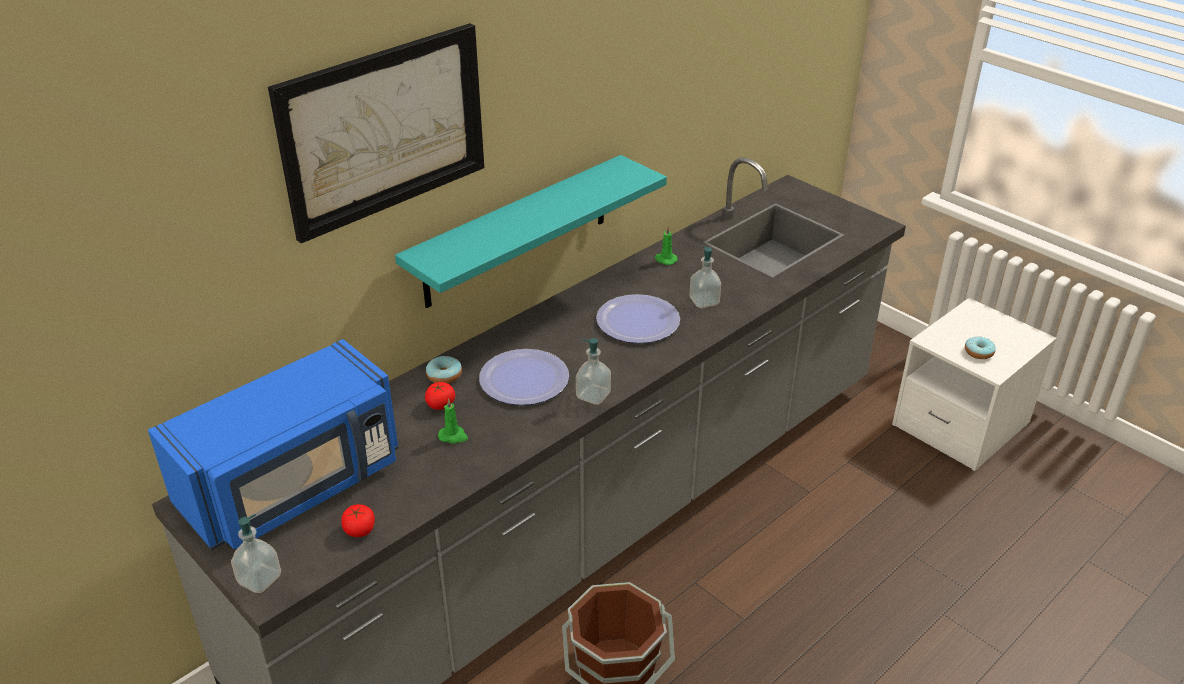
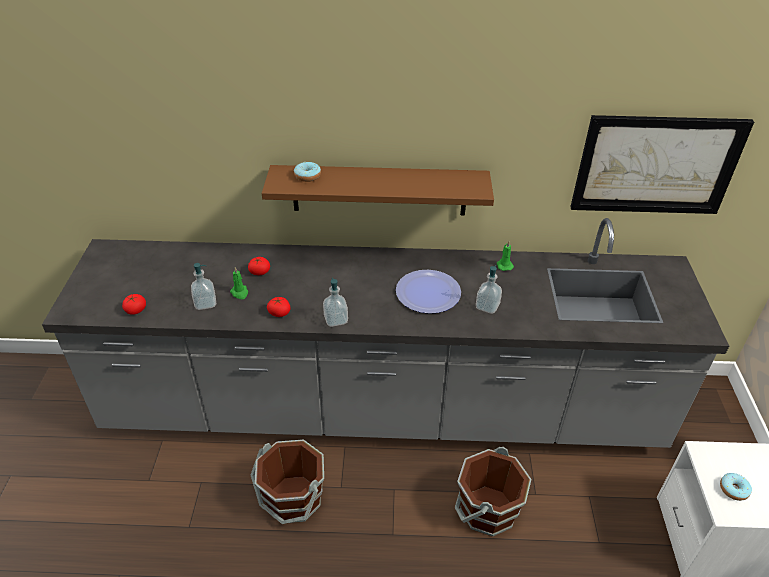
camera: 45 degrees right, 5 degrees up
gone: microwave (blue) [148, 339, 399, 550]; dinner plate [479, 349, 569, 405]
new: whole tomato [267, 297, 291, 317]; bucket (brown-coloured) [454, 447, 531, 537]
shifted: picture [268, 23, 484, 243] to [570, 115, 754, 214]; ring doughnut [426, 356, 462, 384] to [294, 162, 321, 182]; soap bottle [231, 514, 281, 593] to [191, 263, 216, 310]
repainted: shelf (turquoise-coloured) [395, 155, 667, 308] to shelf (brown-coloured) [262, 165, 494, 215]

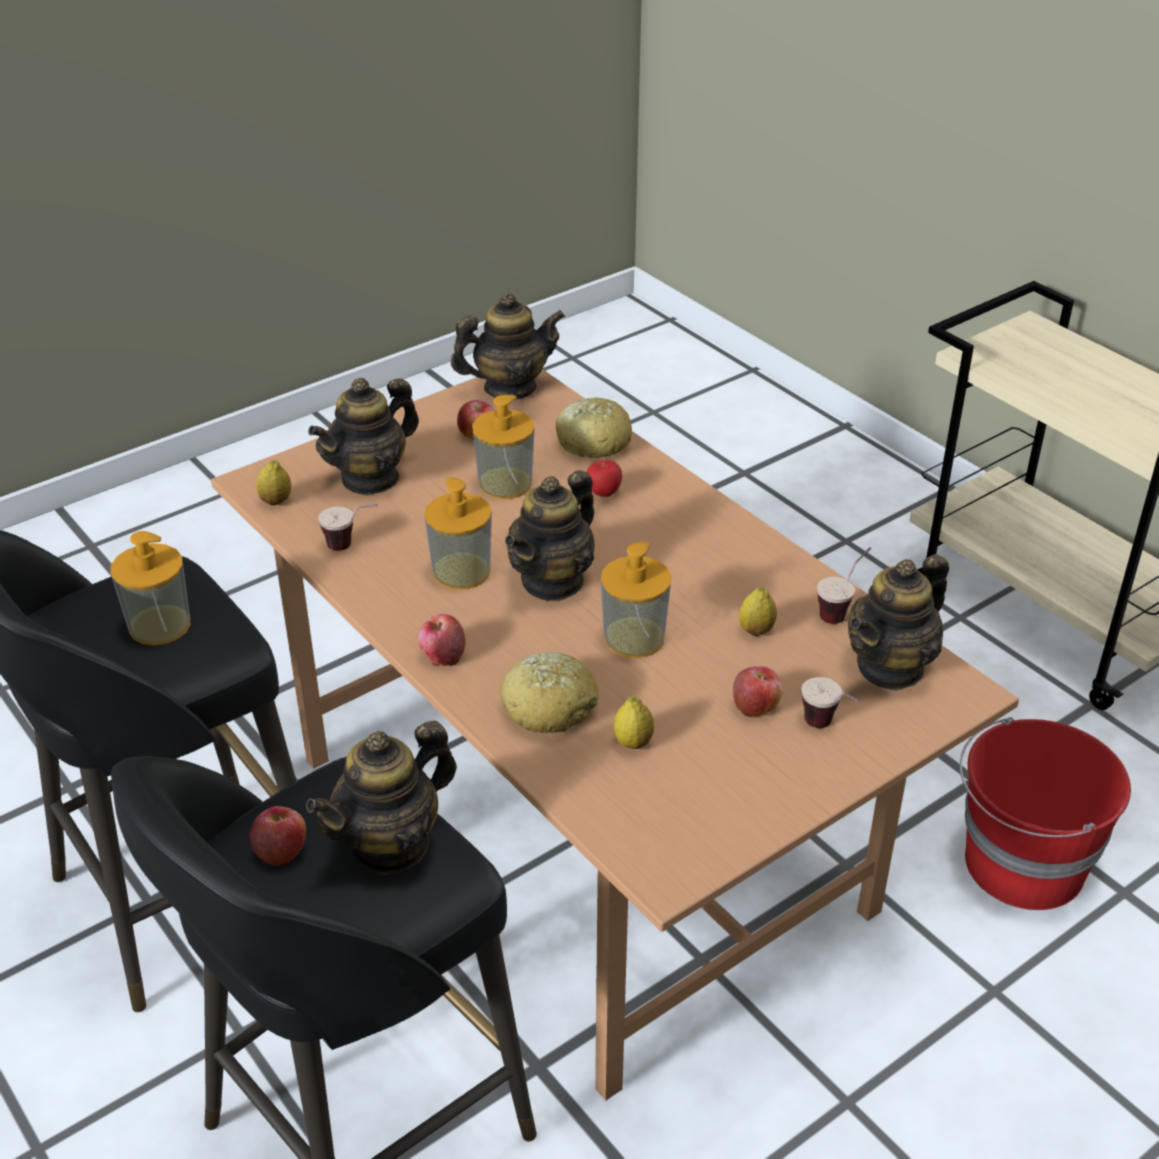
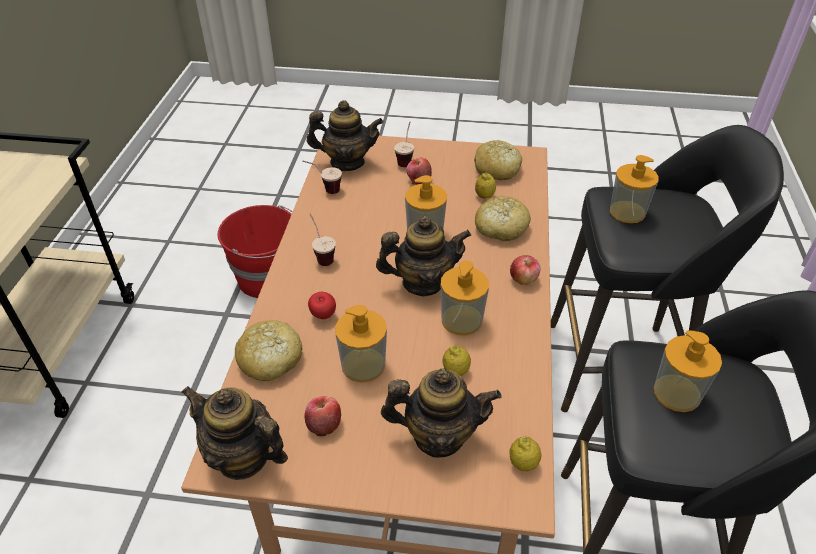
camera: 135 degrees left, 5 degrees up
gone: whole apple [249, 806, 306, 866]
new: bakery bread [474, 140, 522, 180]
shifted: cup [318, 504, 378, 551] to [310, 214, 336, 266]; whole lemon [739, 587, 777, 636] to [443, 345, 471, 376]
swapped: tea pot [306, 720, 457, 875] to soap bottle [610, 155, 659, 223]

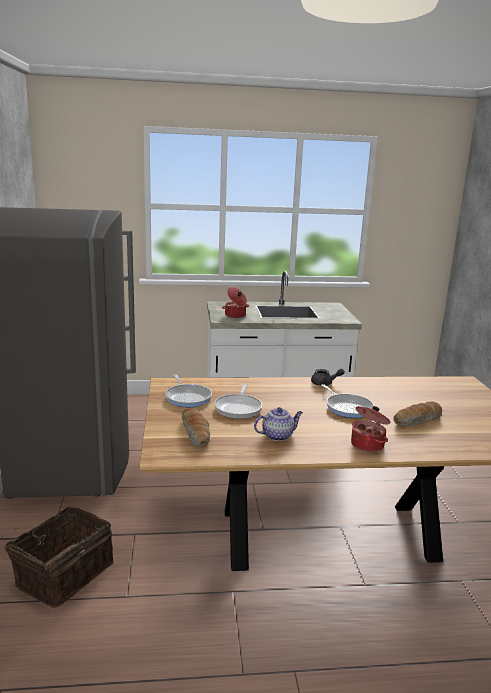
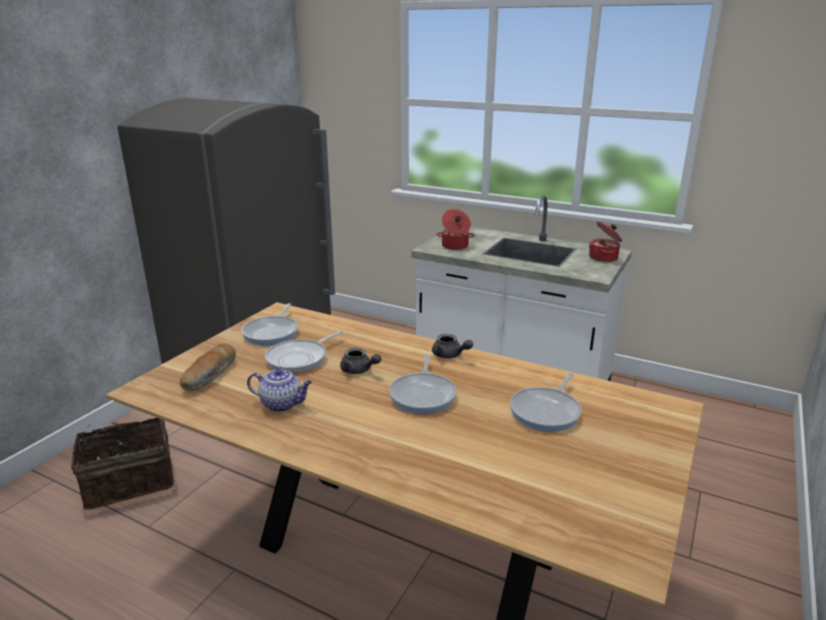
camera: 35 degrees right, 5 degrees up
gone: bakery bread [393, 401, 442, 427]
new: tea pot (greyish) [340, 348, 381, 374]; frying pan [510, 373, 582, 432]
shifted: saucepot [351, 406, 390, 452] to [589, 221, 622, 262]

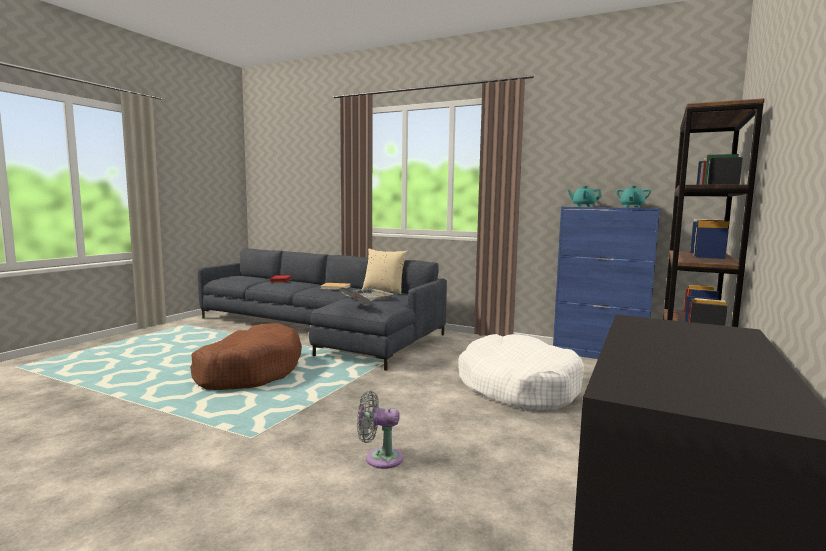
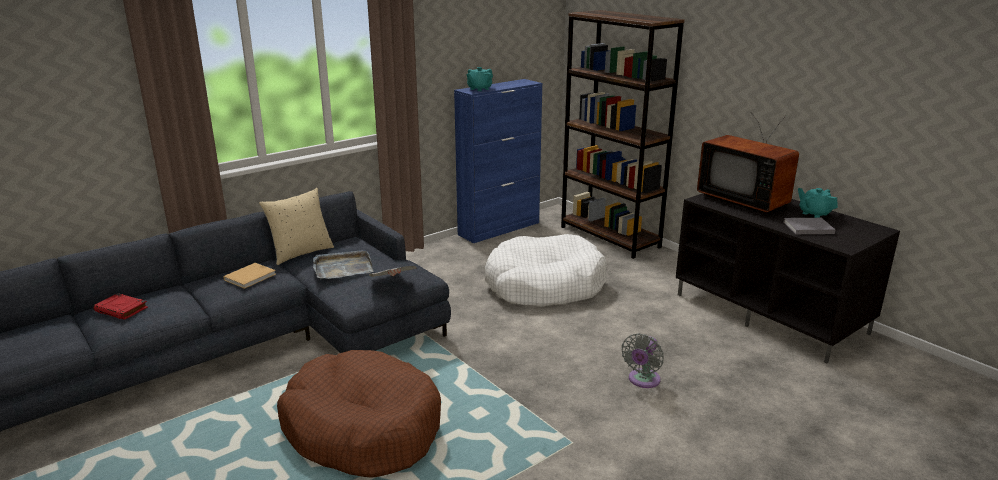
camera: 65 degrees left, 15 degrees up
new: TV set [697, 112, 799, 213]; bound book (greyish) [783, 218, 836, 234]
shifted: tea pot (turquoise-coloured) [616, 186, 651, 208] to [798, 188, 838, 218]

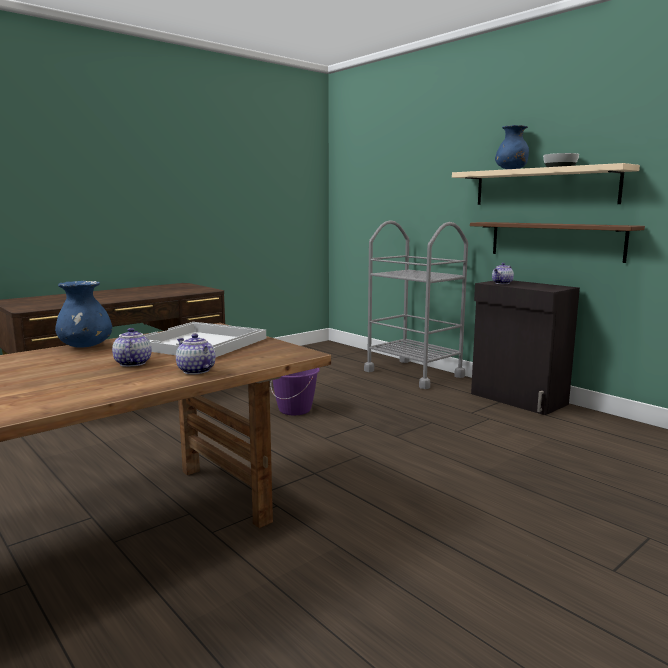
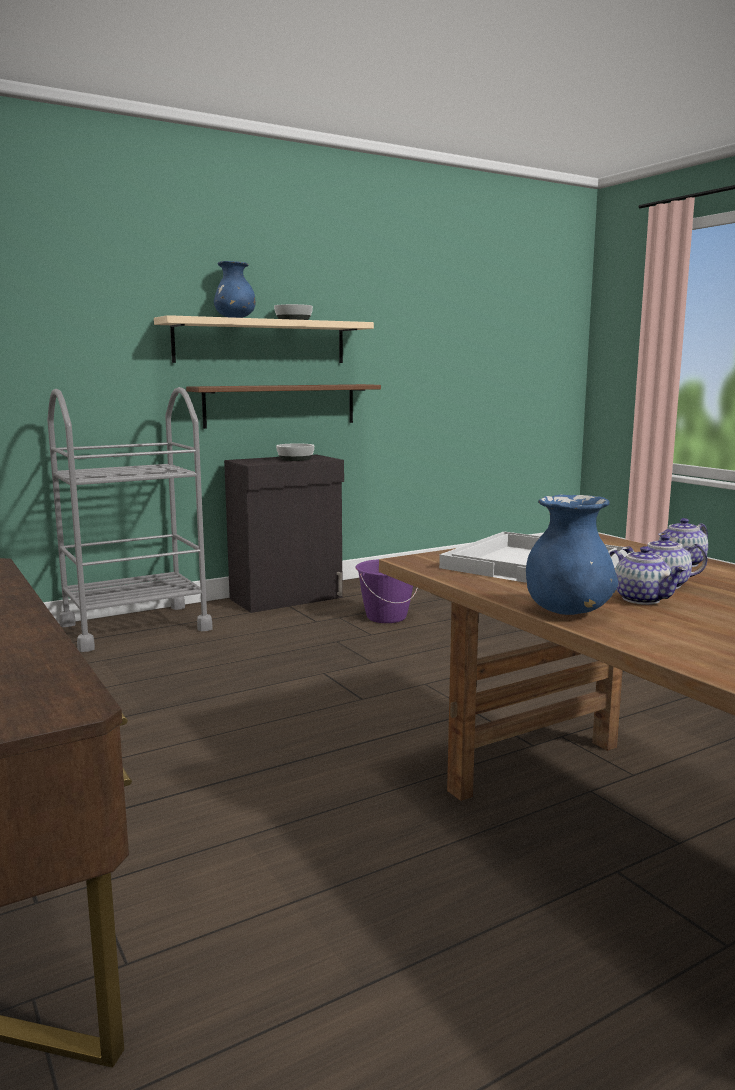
camera: 80 degrees left, 0 degrees up
new: deep dish [276, 443, 314, 461]
shifted: tea pot [492, 263, 514, 284] to [609, 546, 687, 605]; bucket (purple) [271, 368, 320, 415] to [355, 559, 417, 623]

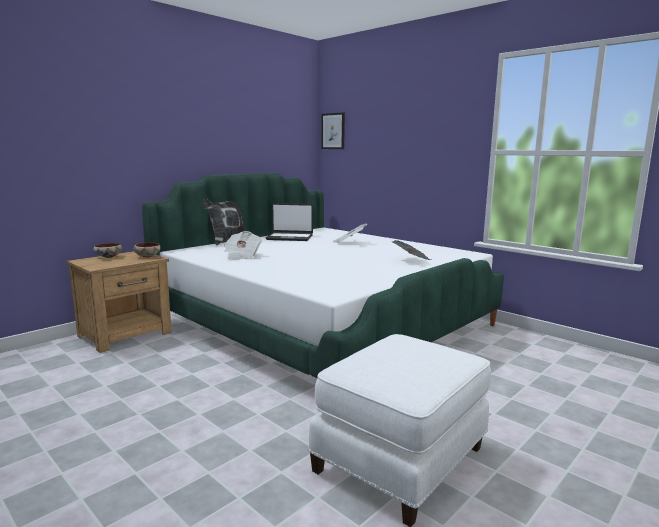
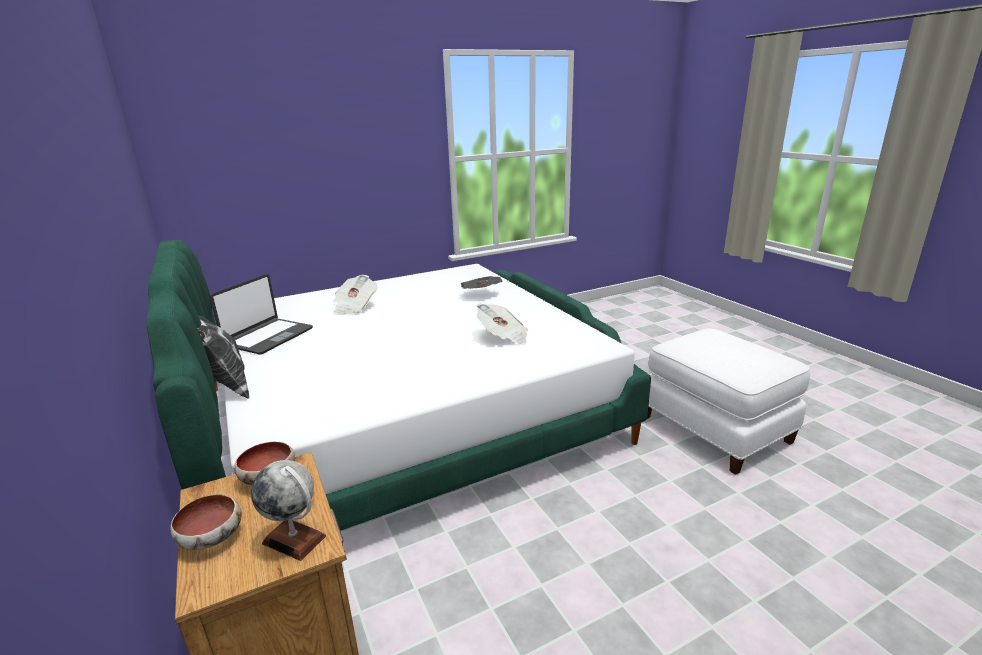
camera: 70 degrees left, 10 degrees up
gone: picture [321, 112, 345, 149]
new: desk globe [251, 460, 326, 561]
shifted: printed paper [224, 231, 262, 261] to [476, 304, 528, 345]

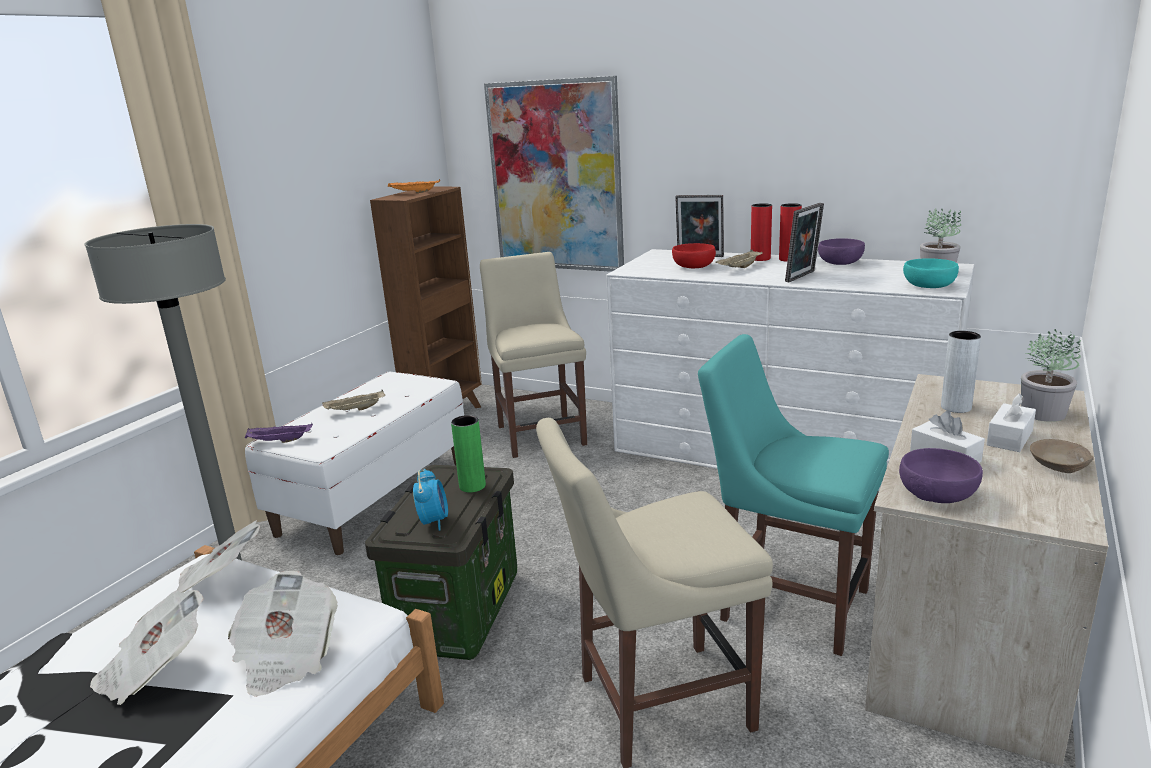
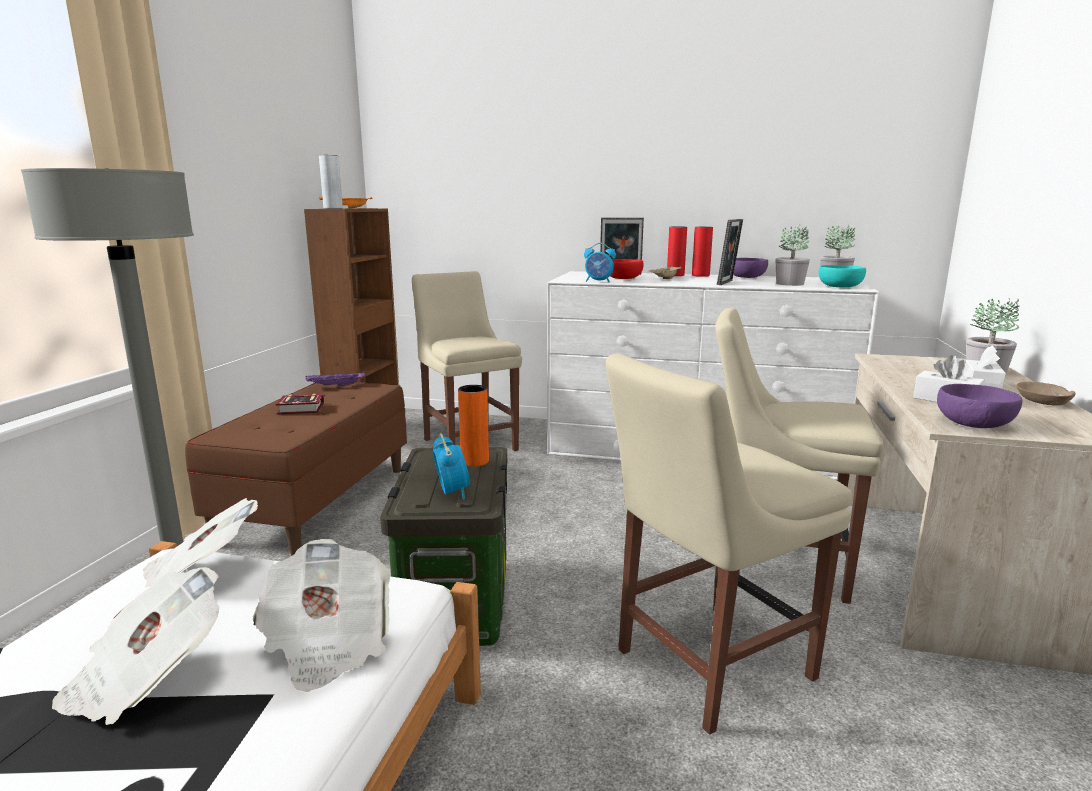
camera: 15 degrees left, 5 degrees down
gone: picture [484, 76, 624, 272]
new: houseplant [775, 224, 810, 286]; bedside clock [584, 243, 616, 282]
shifted: decorative vase (greyish) [941, 331, 981, 413] to [319, 155, 343, 209]; tray (purple) [245, 424, 313, 443] to [306, 371, 365, 387]
swapped: tray (beige) [322, 390, 385, 411] to bound book [276, 394, 324, 414]
repainted: plain chair (turquoise-coloured) [698, 334, 889, 656] to plain chair (beige) [715, 308, 883, 604]; indoor bench (white) [245, 372, 464, 555] to indoor bench (brown-coloured) [185, 382, 407, 556]; decorative vase (green-coloured) [451, 415, 486, 492] to decorative vase (orange) [458, 385, 489, 467]

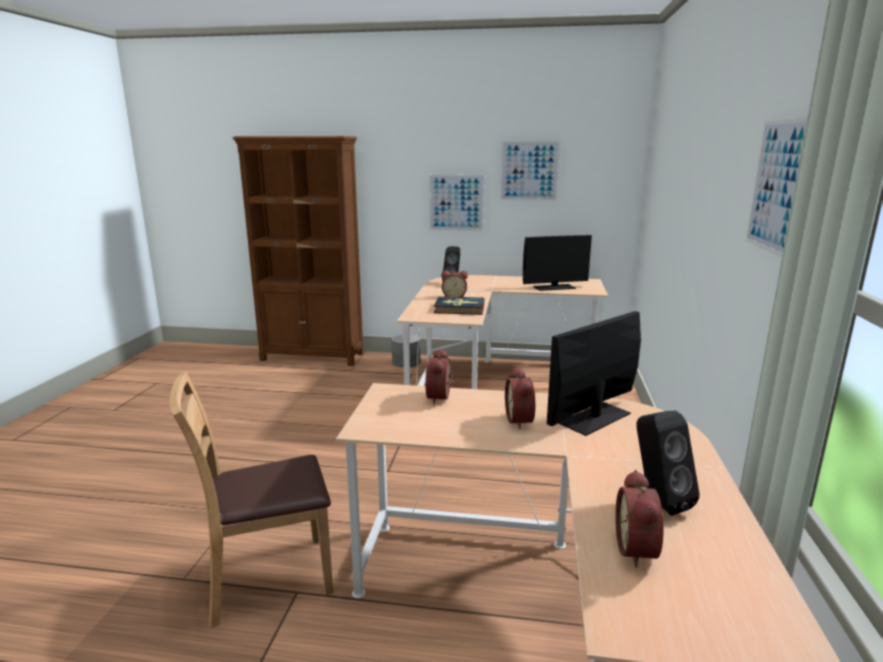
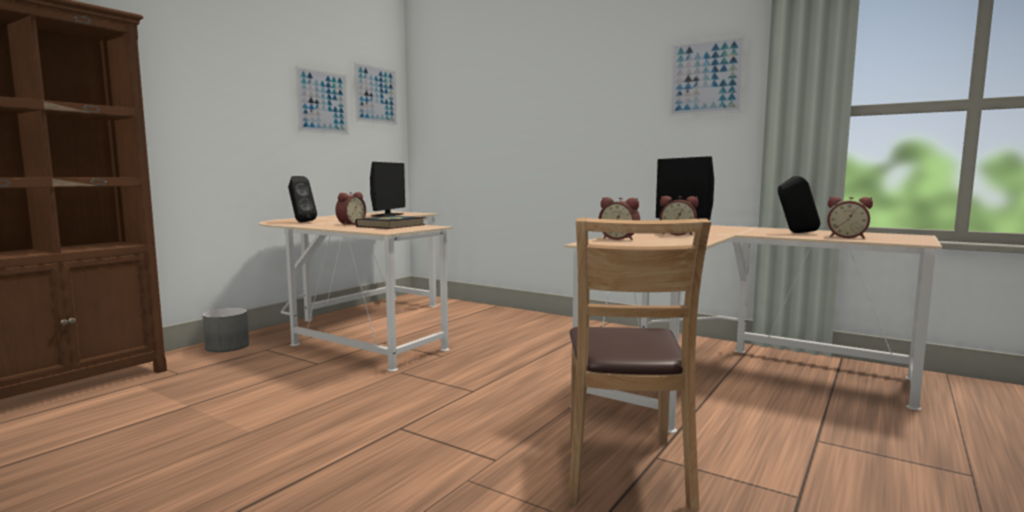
camera: 65 degrees left, 10 degrees down
shifted: picture [429, 174, 484, 231] to [354, 62, 397, 125]

